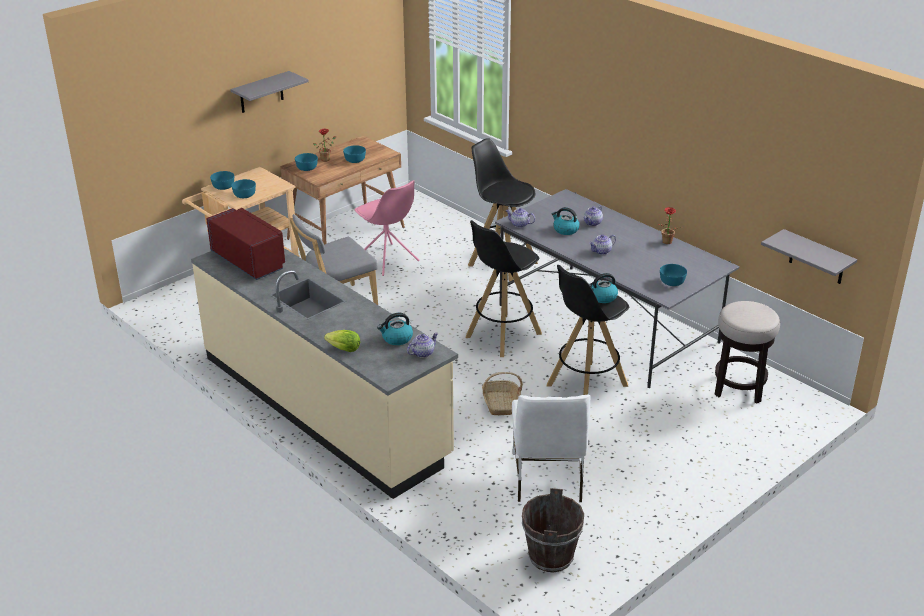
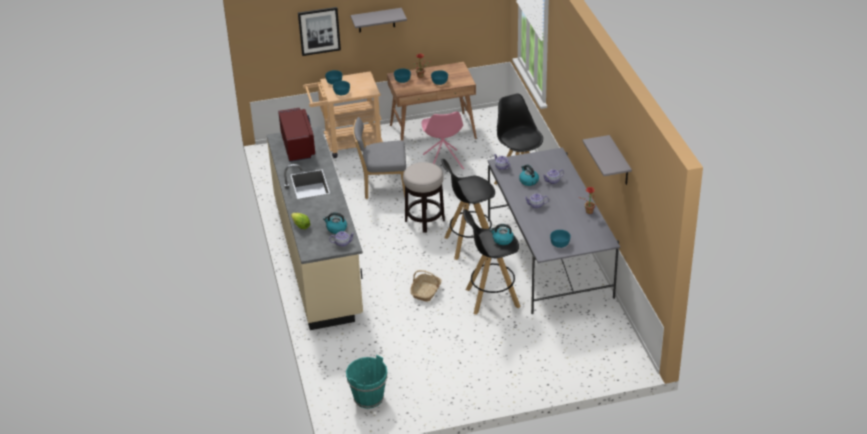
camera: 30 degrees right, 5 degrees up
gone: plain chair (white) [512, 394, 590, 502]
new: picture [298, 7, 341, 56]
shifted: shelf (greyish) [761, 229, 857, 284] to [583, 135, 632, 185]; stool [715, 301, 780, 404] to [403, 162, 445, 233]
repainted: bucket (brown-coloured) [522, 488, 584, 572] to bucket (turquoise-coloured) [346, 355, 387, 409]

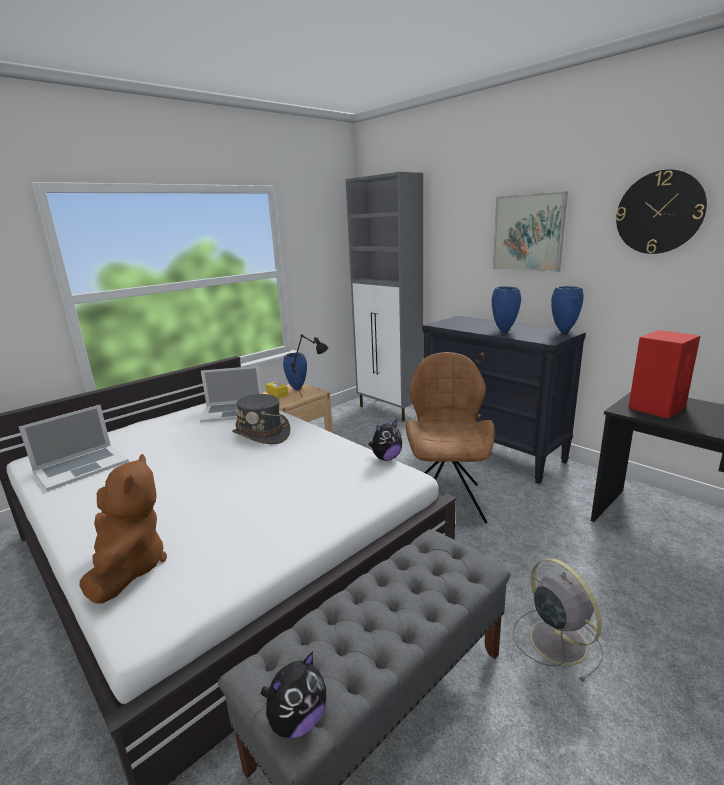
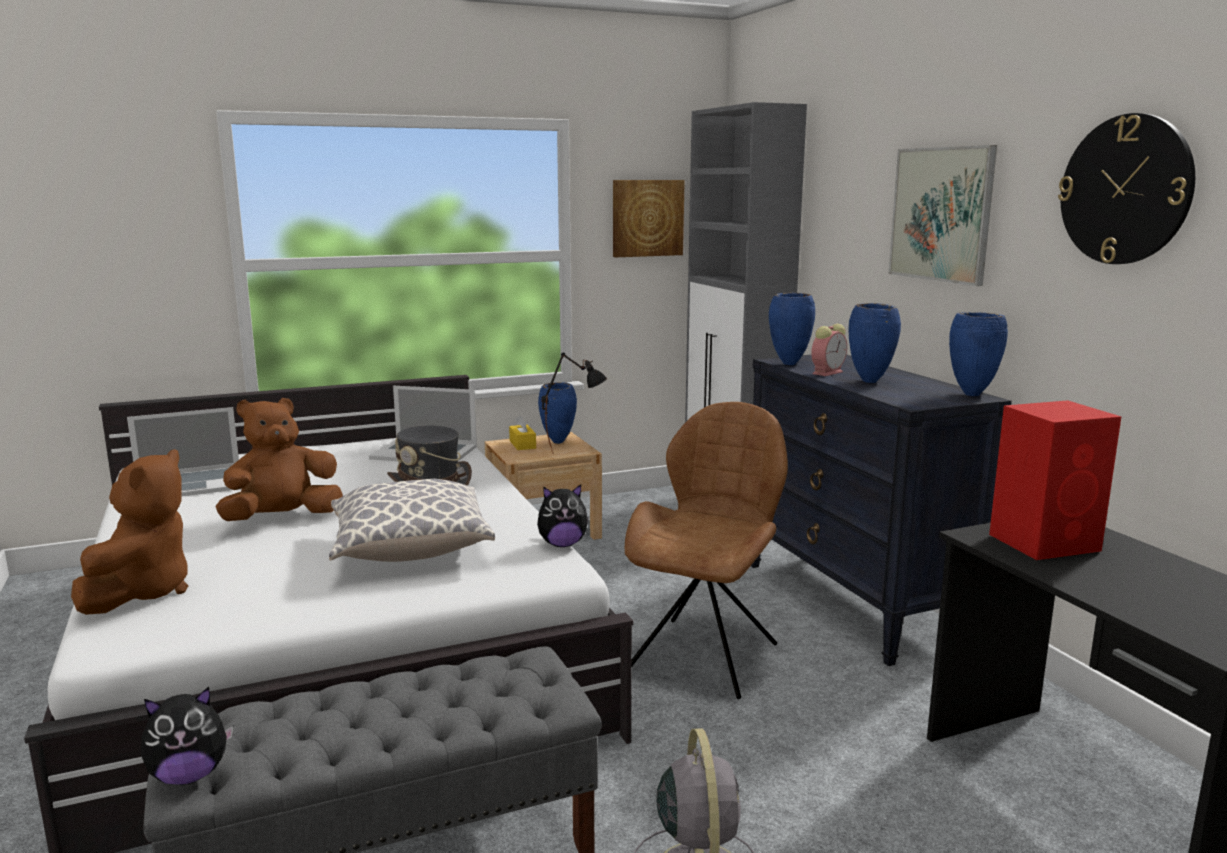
camera: 20 degrees right, 5 degrees down
new: picture [613, 180, 685, 257]; decorative vase (blue) [769, 293, 815, 365]; bedside clock [811, 324, 847, 376]; soft toy (brown-coloured) [215, 398, 343, 521]; pillow [329, 479, 495, 562]

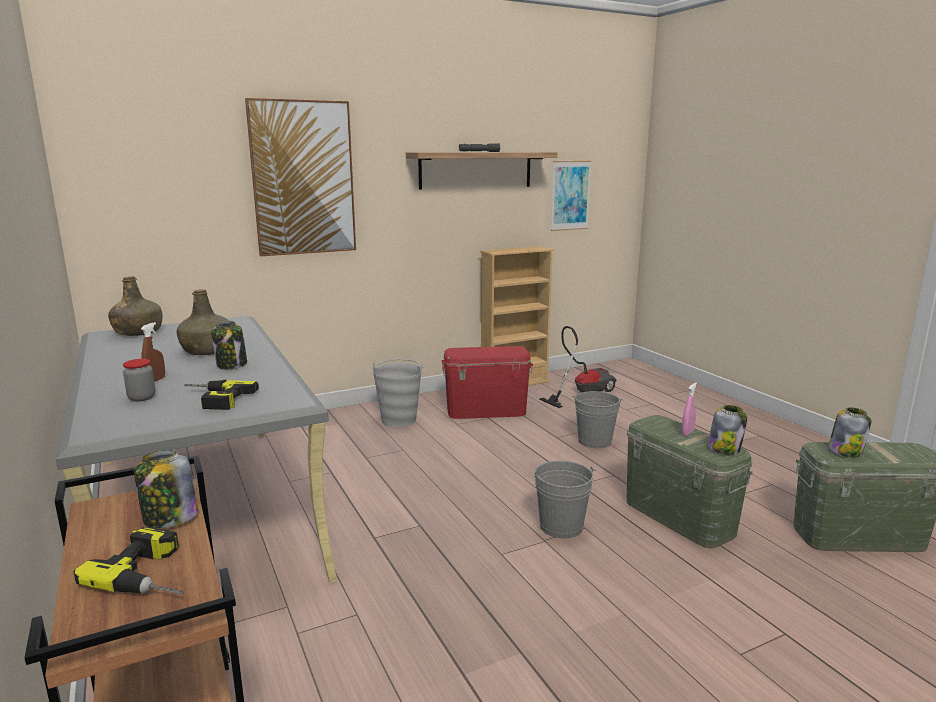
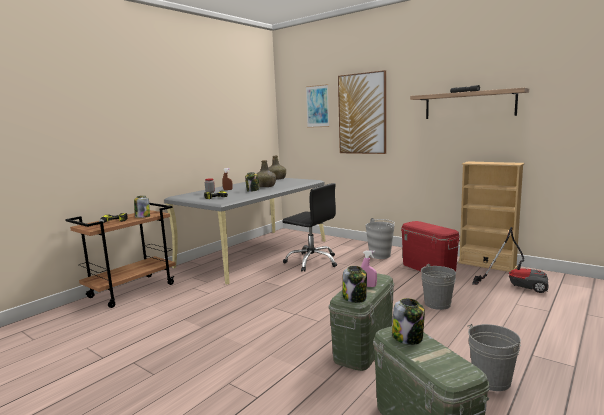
camera: 65 degrees right, 5 degrees down
new: office chair (blackish) [282, 183, 337, 272]
shifted: picture [551, 161, 591, 231] to [306, 84, 329, 128]; bucket (greyish) [533, 461, 596, 539] to [467, 324, 521, 391]

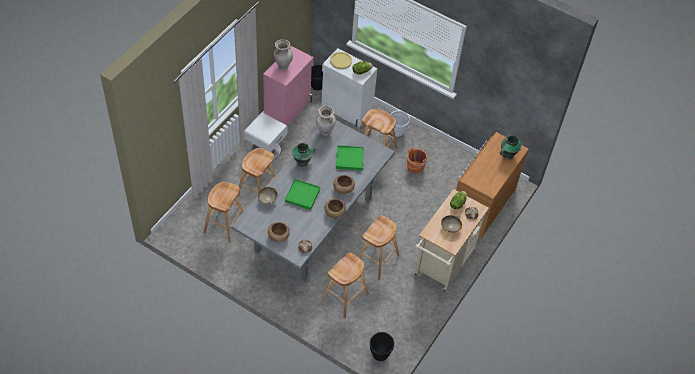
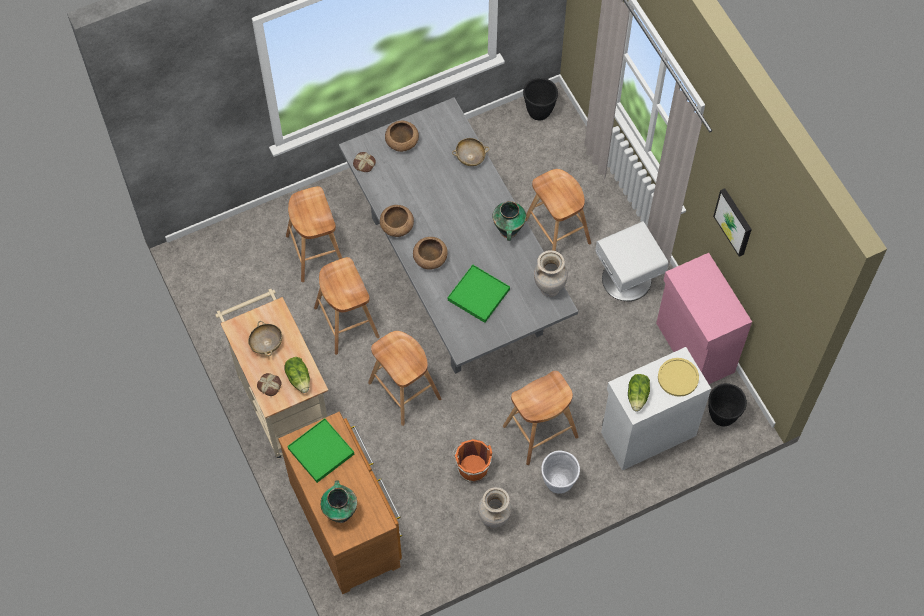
camera: 125 degrees right, 10 degrees up
new: picture [713, 188, 752, 257]
shifted: decorative vase (beige) [274, 39, 293, 70] to [478, 487, 512, 529]; tray (green-coloured) [285, 179, 320, 210] to [287, 418, 354, 483]; stool (brown-coloured) [204, 181, 244, 243] to [368, 331, 441, 426]; plant pot (blackish) [370, 332, 394, 361] to [523, 78, 558, 120]

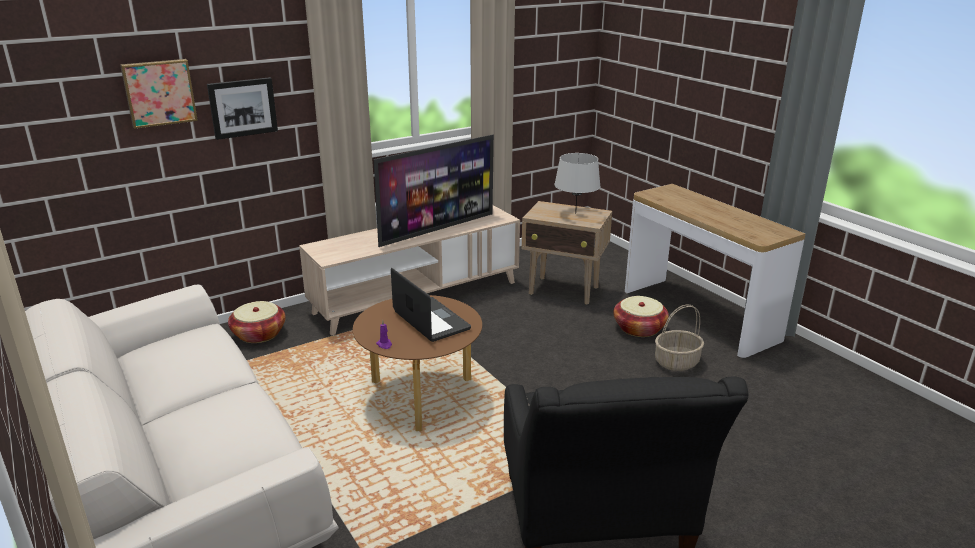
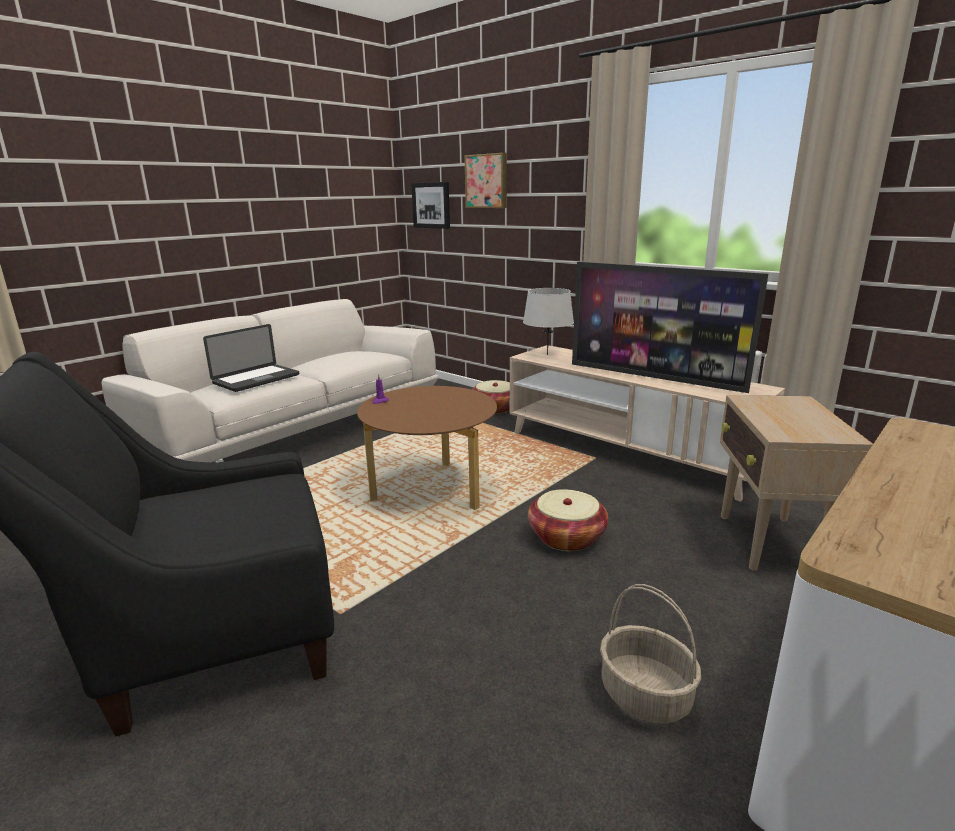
camera: 75 degrees right, 5 degrees down
shifted: picture [207, 77, 278, 140] to [411, 182, 450, 229]; tabletop lamp (greyish) [554, 153, 601, 214] to [523, 288, 574, 355]; notebook computer [391, 268, 471, 342] to [203, 324, 299, 392]; household basket [613, 296, 669, 337] to [528, 489, 608, 551]

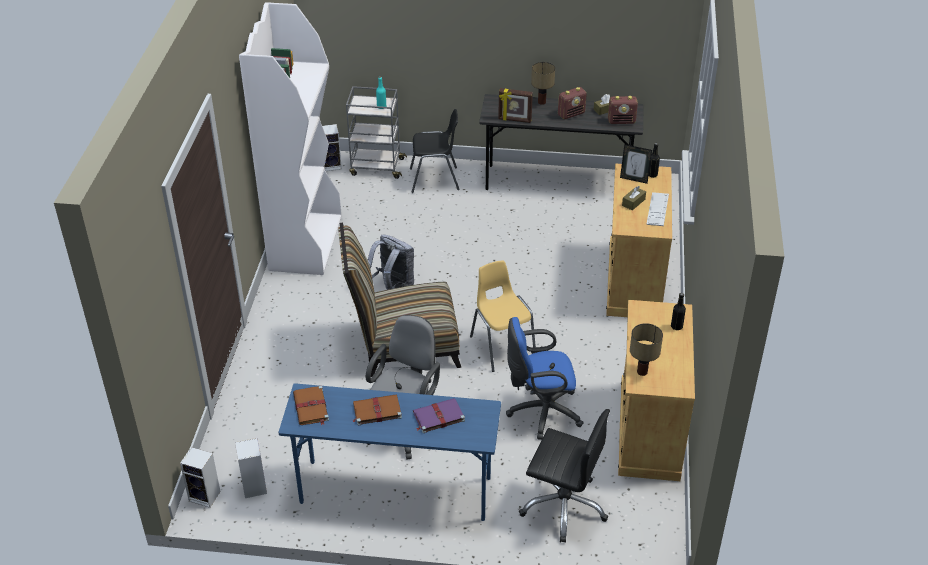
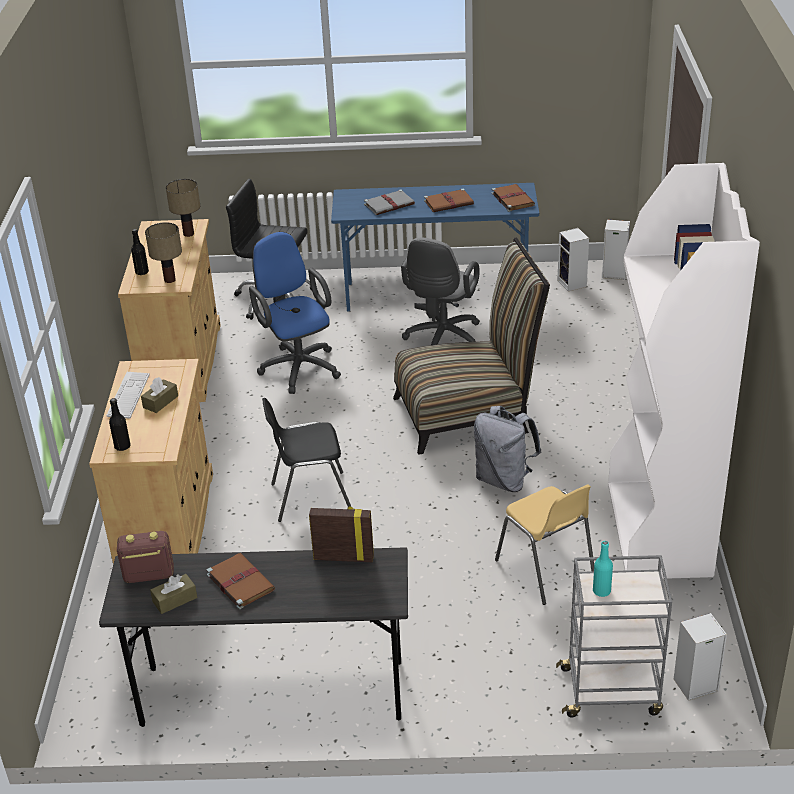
camera: 175 degrees right, 5 degrees down
gone: picture frame [620, 144, 652, 184]
shifted: tabletop lamp [531, 62, 555, 105] to [145, 222, 182, 283]; plain chair (blackish) [410, 109, 460, 193] to [262, 398, 351, 522]; plain chair (yellow) [470, 260, 536, 372] to [495, 485, 594, 605]
swapped: radio [558, 87, 587, 119] to bound book (brown-coloured) [207, 553, 275, 609]
repainted: bound book (purple) [413, 398, 465, 433] to bound book (greyish) [364, 189, 415, 215]
rotated: office chair (blue) [506, 317, 584, 440] = [249, 232, 341, 394] 105 degrees counterclockwise

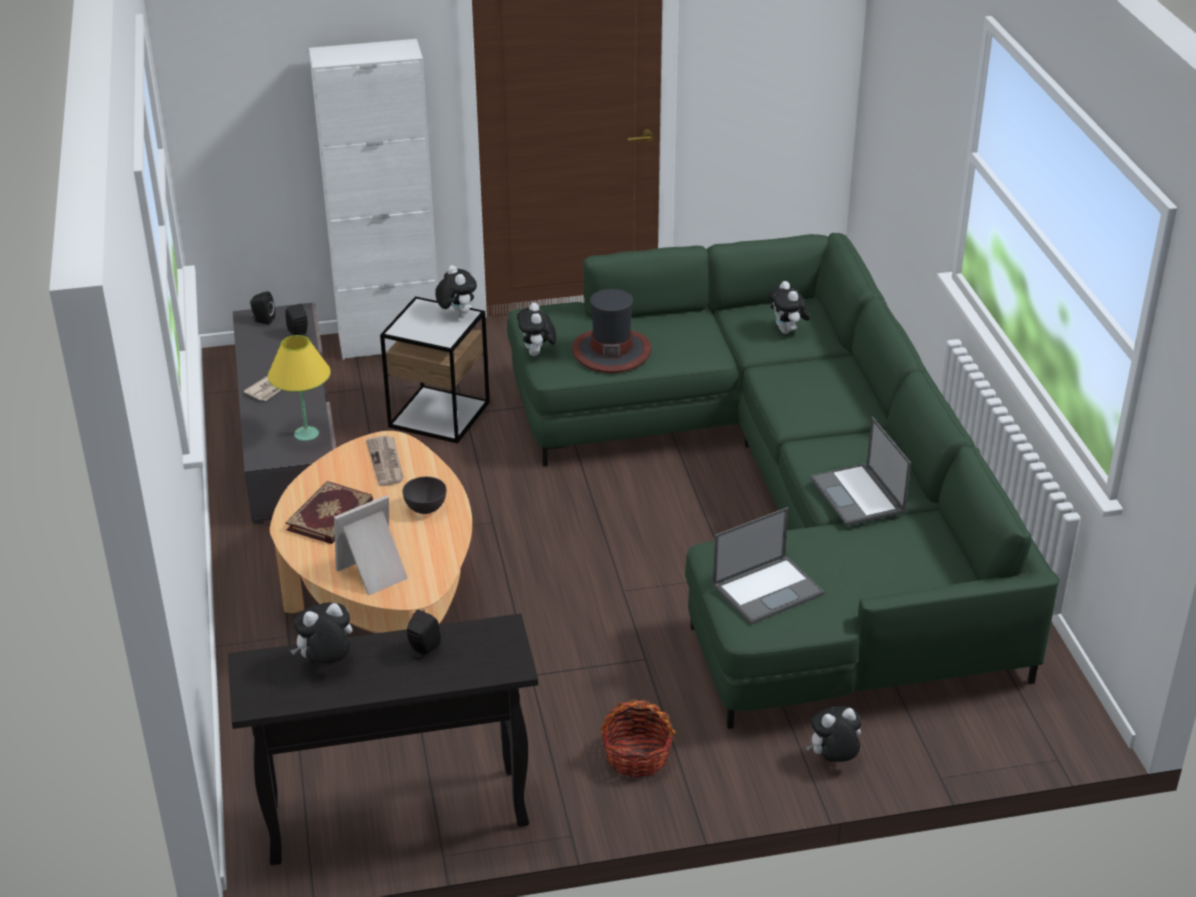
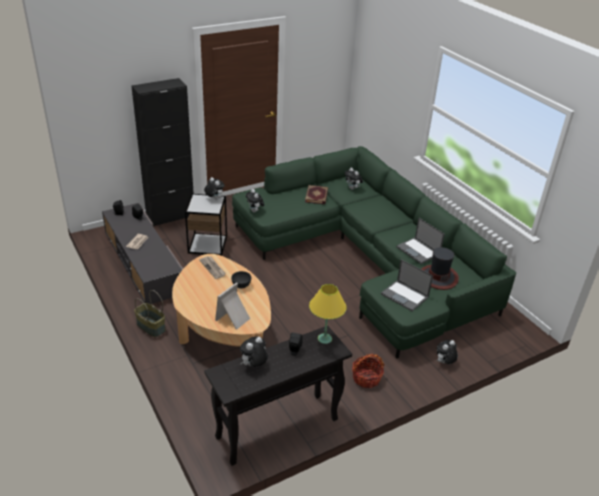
camera: 20 degrees left, 0 degrees up
new: household basket [134, 290, 166, 337]
shifted: wearable hat [572, 289, 652, 373] to [421, 247, 459, 290]; tabletop lamp (yellow) [268, 335, 331, 441] to [309, 284, 347, 344]; bound book [285, 481, 373, 544] to [305, 185, 328, 204]
repainted: cupboard (white) [309, 39, 438, 360] to cupboard (blackish) [132, 78, 194, 227]
rotated: notebook computer [712, 507, 824, 625] = [381, 259, 433, 312] 90 degrees clockwise

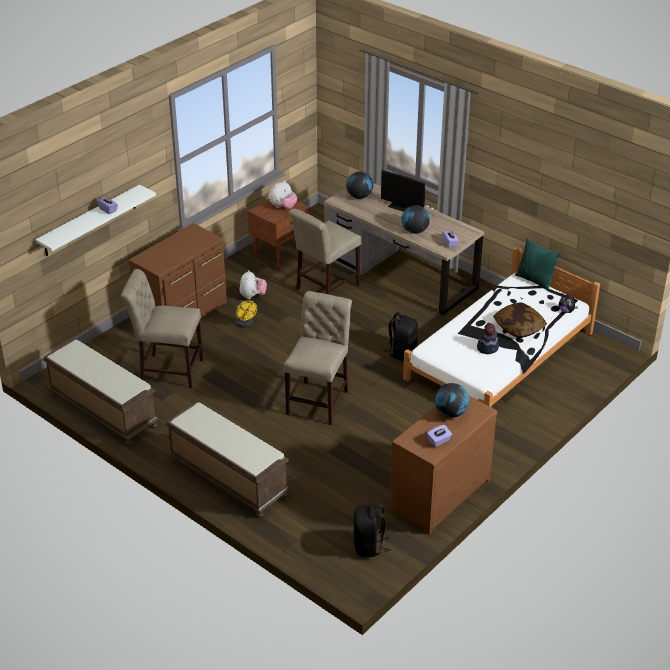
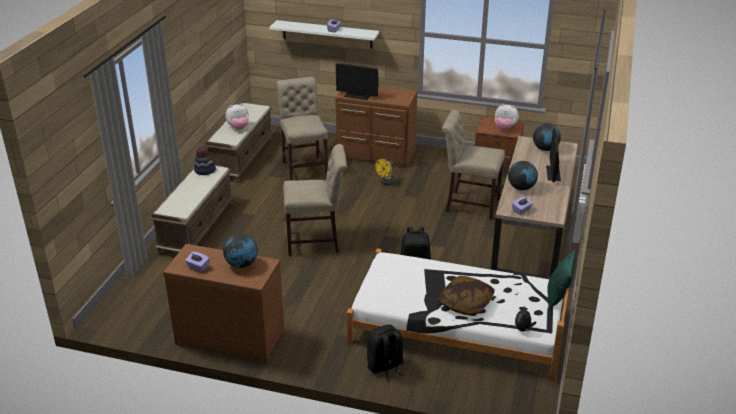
camera: 65 degrees right, 5 degrees down
new: monitor [336, 63, 378, 100]
shifted: soft toy [240, 270, 267, 299] to [225, 104, 249, 130]; wearable hat [477, 323, 499, 354] to [194, 147, 216, 175]; knapsack (blackish) [354, 503, 391, 557] to [367, 325, 404, 381]

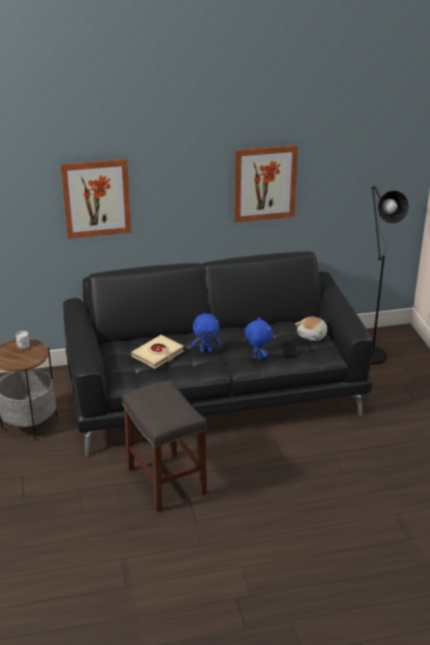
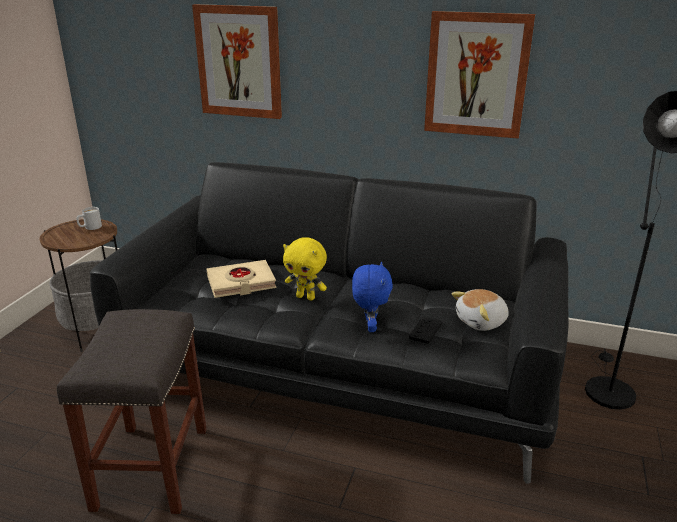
camera: 30 degrees right, 5 degrees down
repainted: soft toy (blue) [192, 313, 221, 353] to soft toy (yellow) [283, 237, 327, 301]

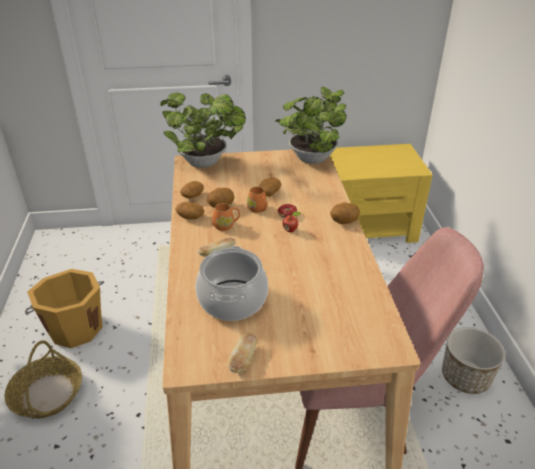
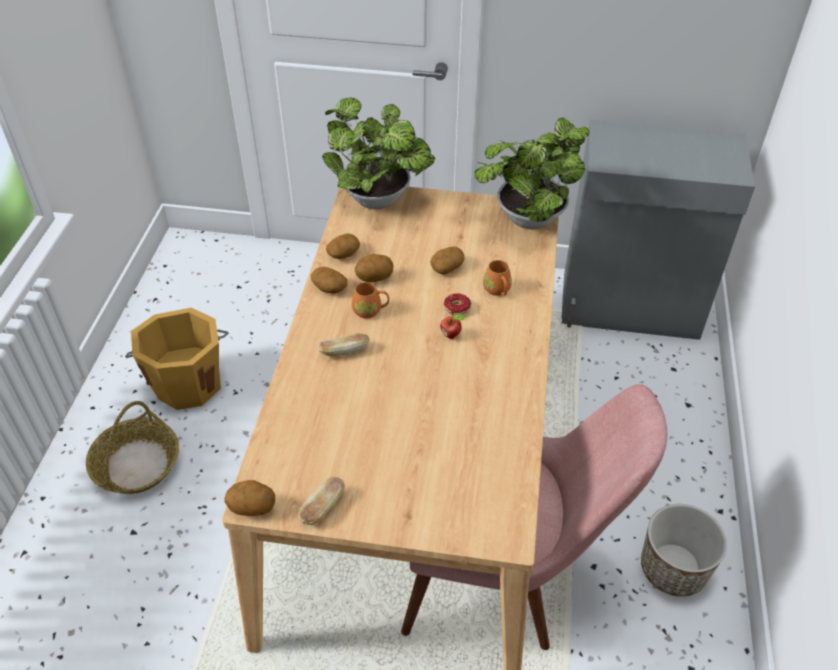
camera: 15 degrees right, 10 degrees up
gone: saucepot [195, 246, 268, 321]
shifted: mug (orange) [247, 186, 268, 213] to [483, 260, 512, 296]; spud [330, 202, 360, 224] to [224, 480, 275, 516]
swapped: night table (yellow) [330, 144, 433, 243] to cupboard (greyish) [561, 120, 755, 340]

